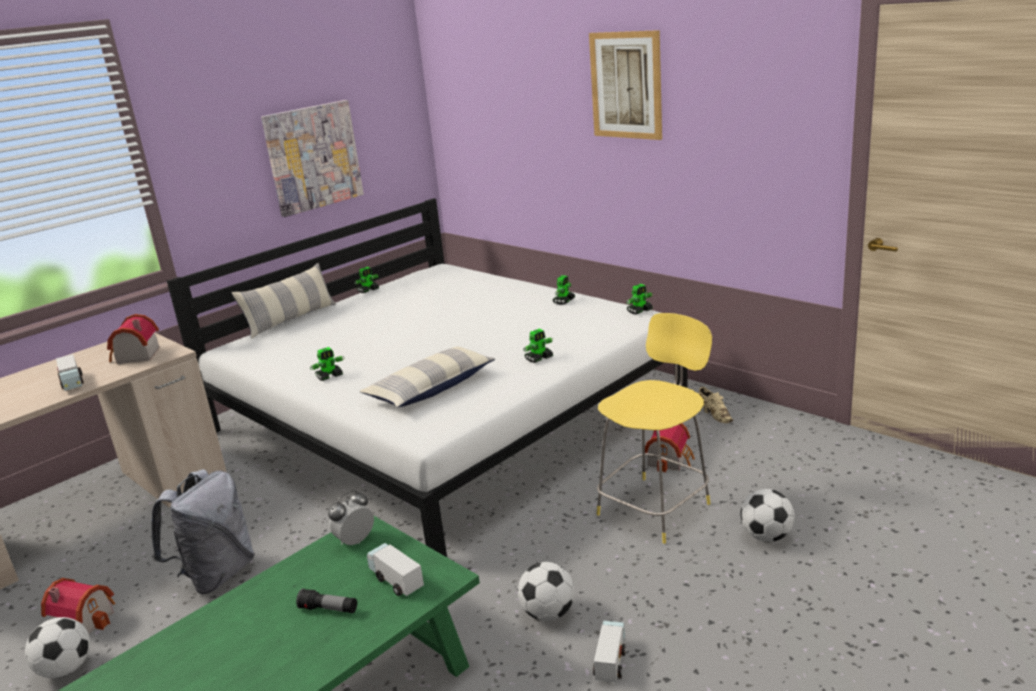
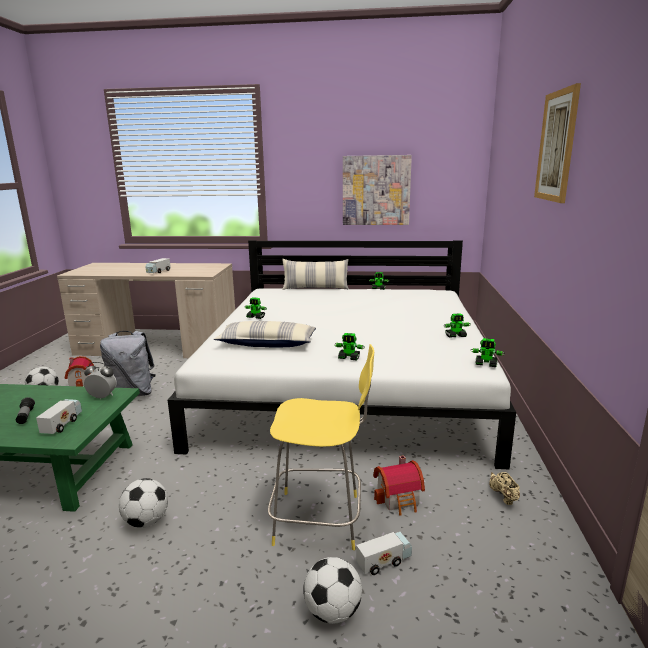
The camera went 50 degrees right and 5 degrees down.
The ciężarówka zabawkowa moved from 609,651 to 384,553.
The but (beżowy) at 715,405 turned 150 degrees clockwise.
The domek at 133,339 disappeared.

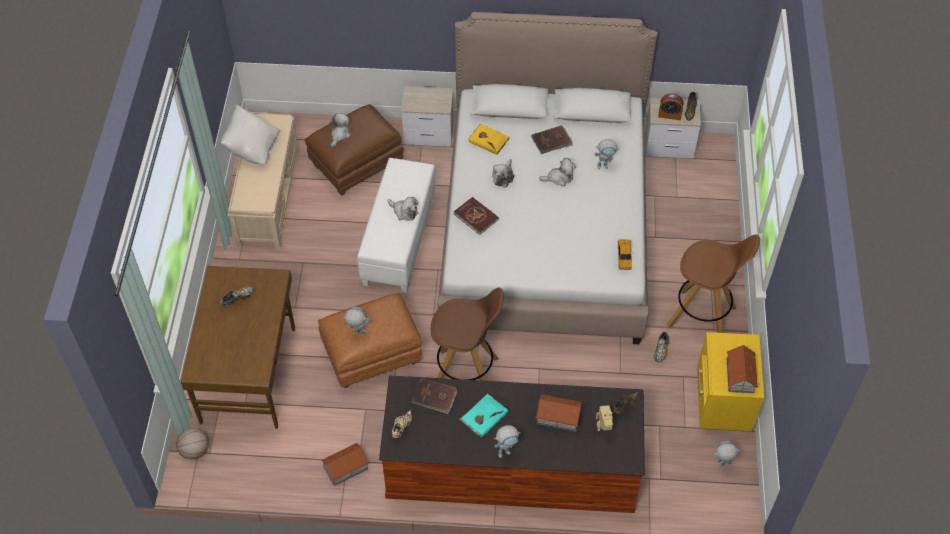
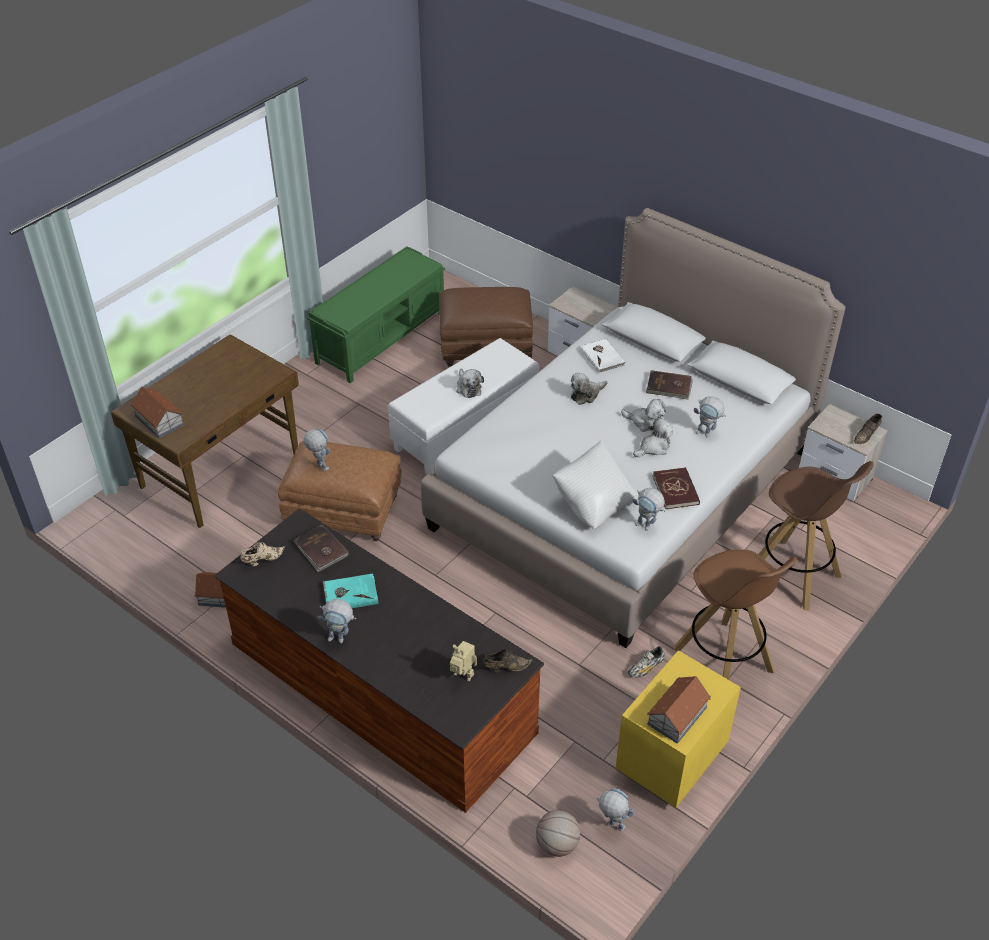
The camera went 35 degrees right and 10 degrees down.
The domek moved from 559,413 to 157,412.
The ławka (beżowy) at 263,180 became the ławka (zielony) at 376,314.
The piłka do koszykówki moved from 192,443 to 558,833.
The poduszka (biały) moved from 250,135 to 595,484.
The książka (żółty) at 489,139 became the książka (biały) at 602,356.
The samochodzik at 624,254 was replaced by the robot zabawkowy at 648,509.
The pluszak moved from 339,130 to 653,437.
The książka (czerwony) moved from 476,216 to 676,488.
The stołek (brązowy) moved from 467,334 to 816,536.
The but at 237,297 disappeared.
The budzik at 671,107 disappeared.

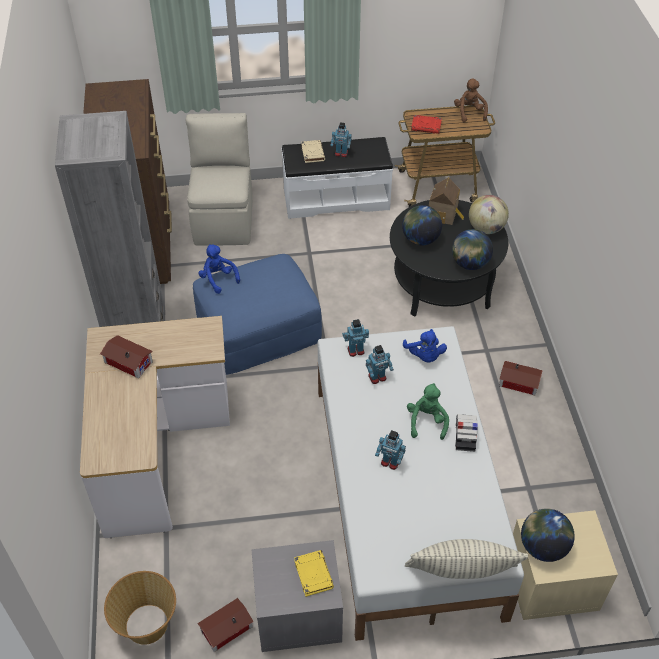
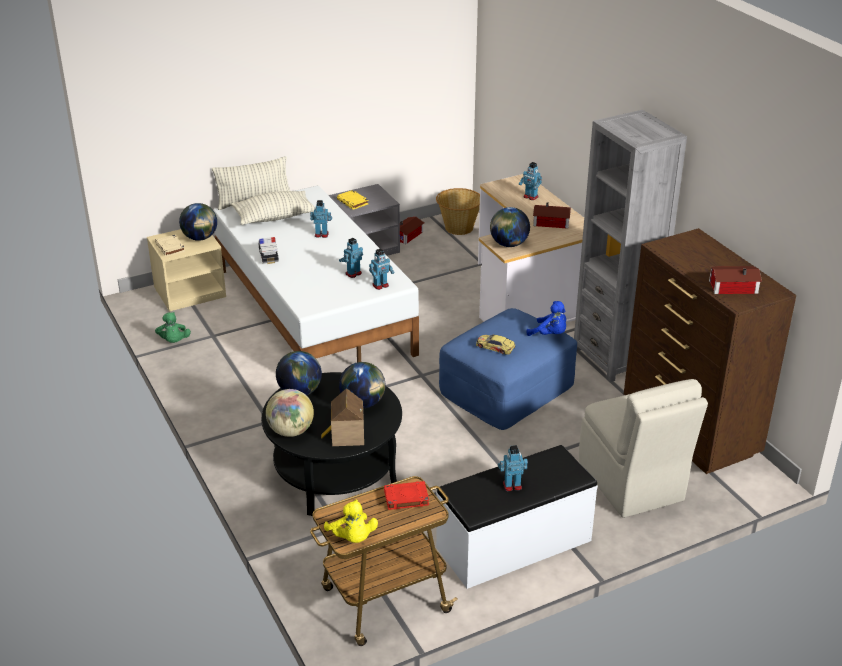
The camera went 160 degrees right and 15 degrees down.
The książka (beżowy) moved from 313,151 to 170,246.
The pluszak (zielony) moved from 428,411 to 173,327.
The poduszka at 273,208 appeared.
The pluszak (brązowy) at 471,100 became the pluszak (żółty) at 351,521.
The samochodzik at 495,344 appeared.
The globus at 510,227 appeared.
The robot zabawkowy at 530,181 appeared.
The domek moved from 521,378 to 735,280.
The pluszak (niebieski) at 425,345 disappeared.

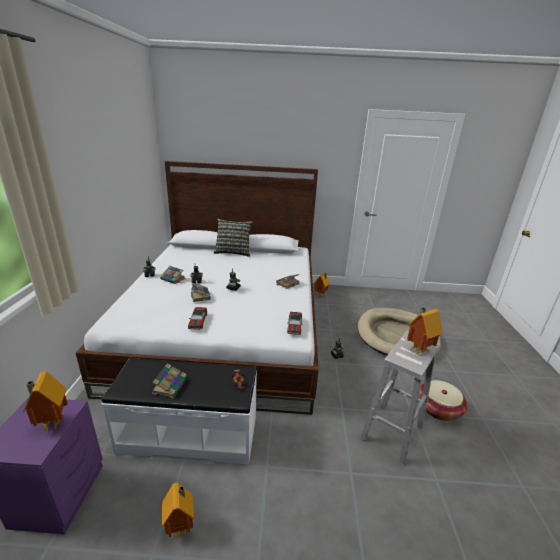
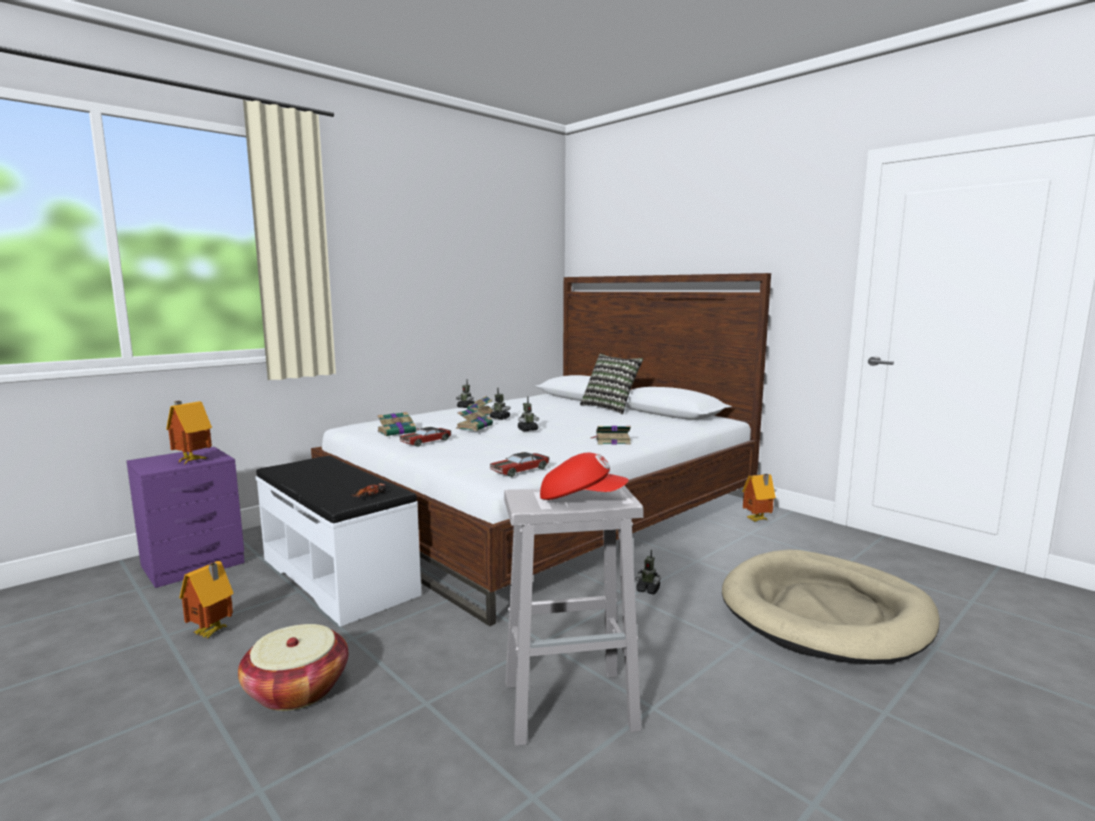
The camera went 45 degrees right and 15 degrees down.
The koszyk moved from 443,400 to 293,667.
The książka moved from 170,380 to 398,424.
The domek at 424,330 was replaced by the czapka z daszkiem (czerwony) at 584,476.

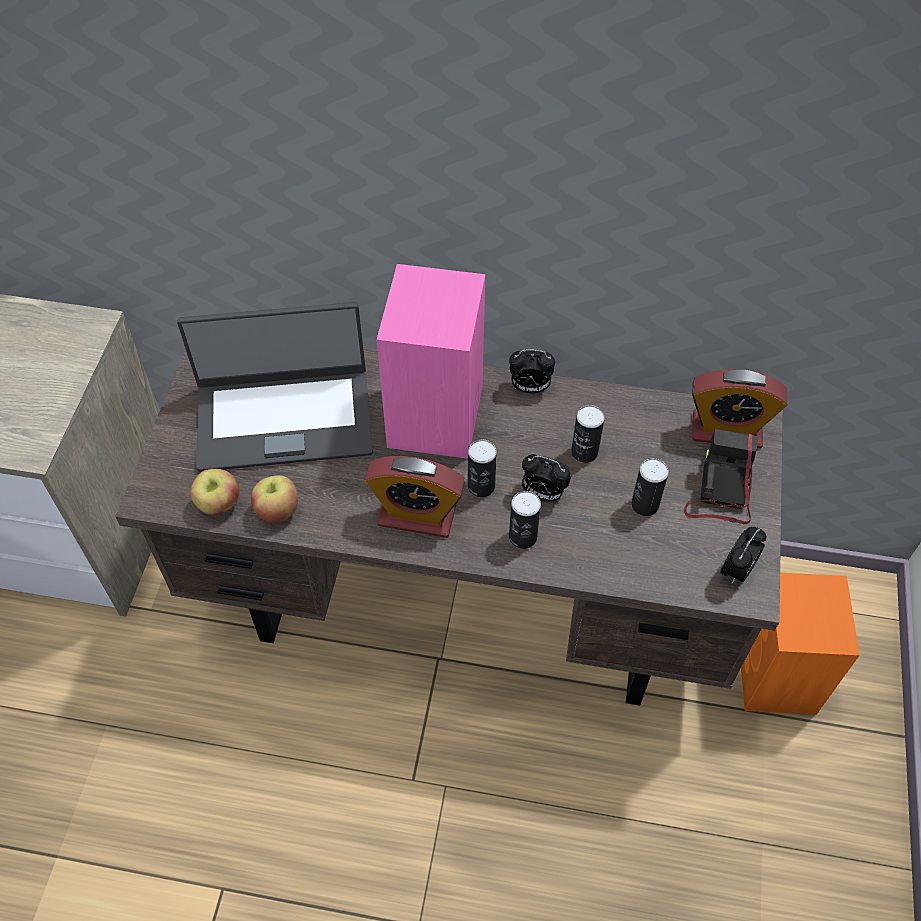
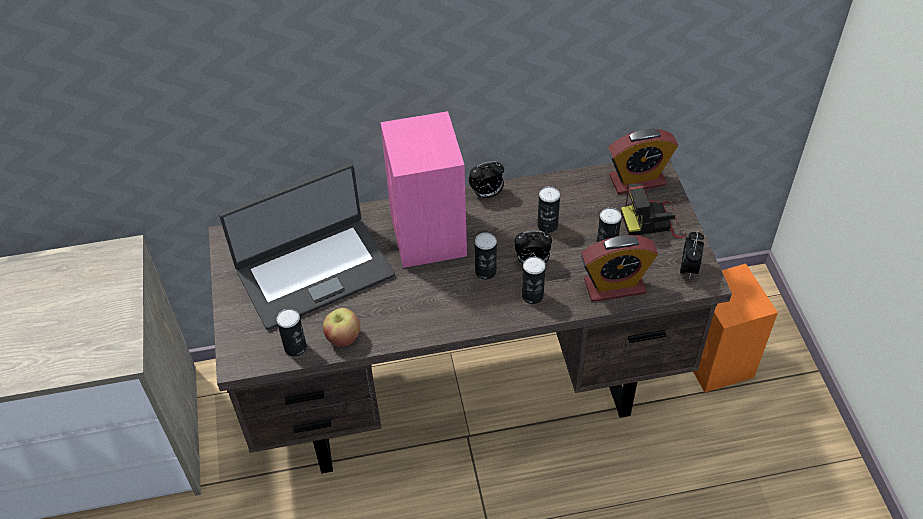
The camera went 20 degrees left and 5 degrees down.
The jabłko at 215,492 was replaced by the puszka at 291,333.
The budzik moved from 415,497 to 619,268.
The aparat fotograficzny at 721,476 turned 90 degrees counterclockwise.

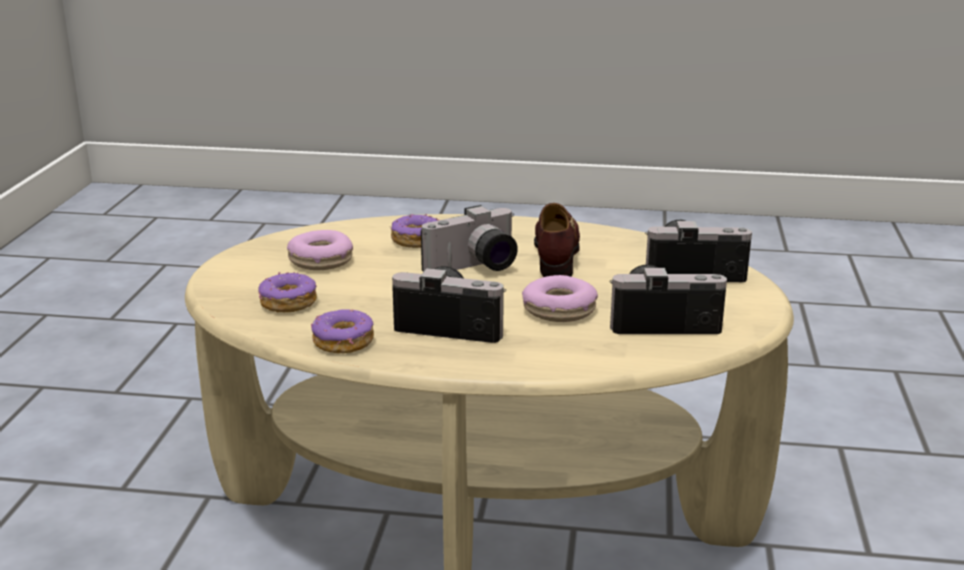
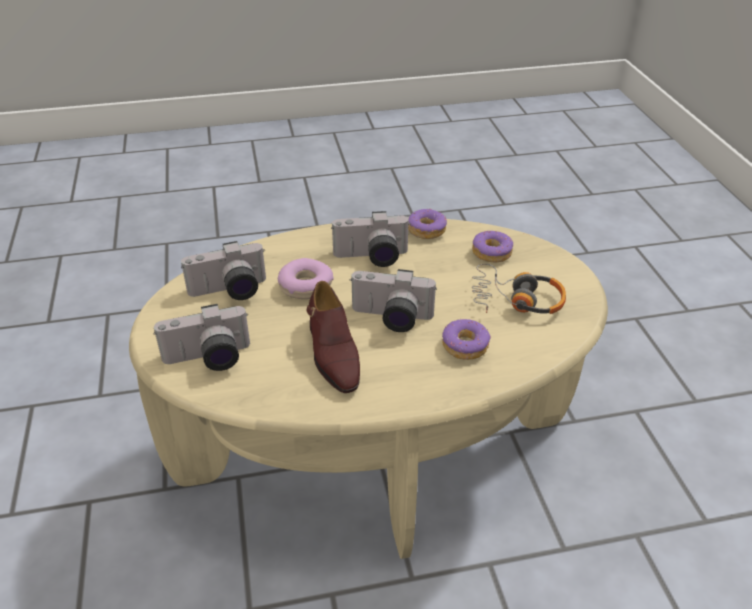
The camera went 160 degrees right and 15 degrees up.
The aparat fotograficzny at 469,238 turned 120 degrees counterclockwise.
The donut at 320,250 was replaced by the słuchawki at 519,289.

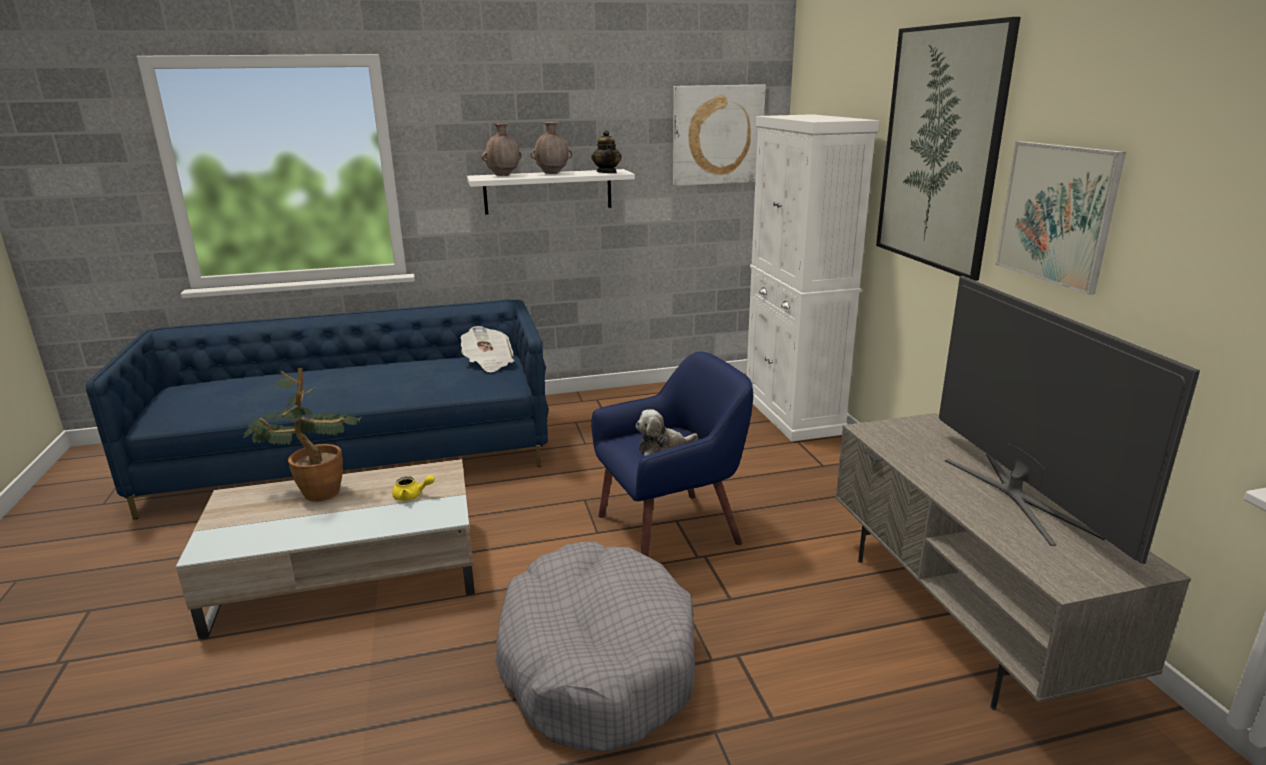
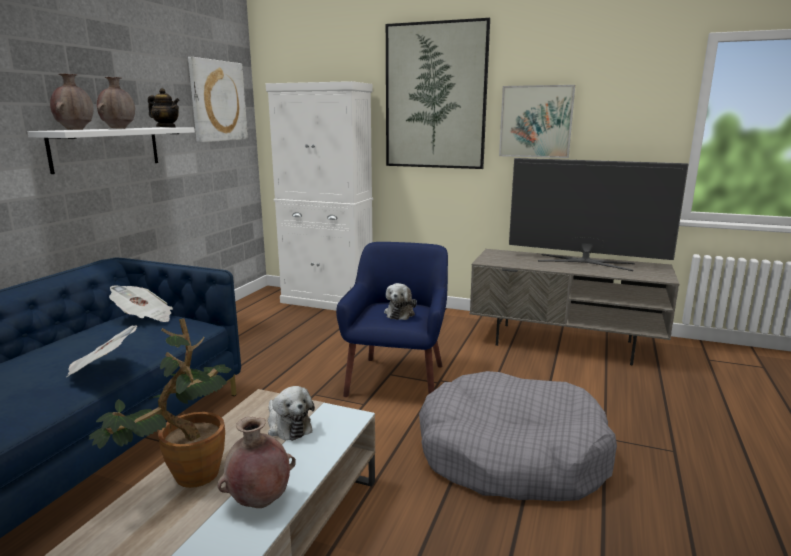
The camera went 55 degrees left and 5 degrees down.
The gazeta at 102,351 appeared.
The wazon (brązowy) at 256,462 appeared.
The imbryk (żółty) at 413,488 was replaced by the pluszak at 291,413.

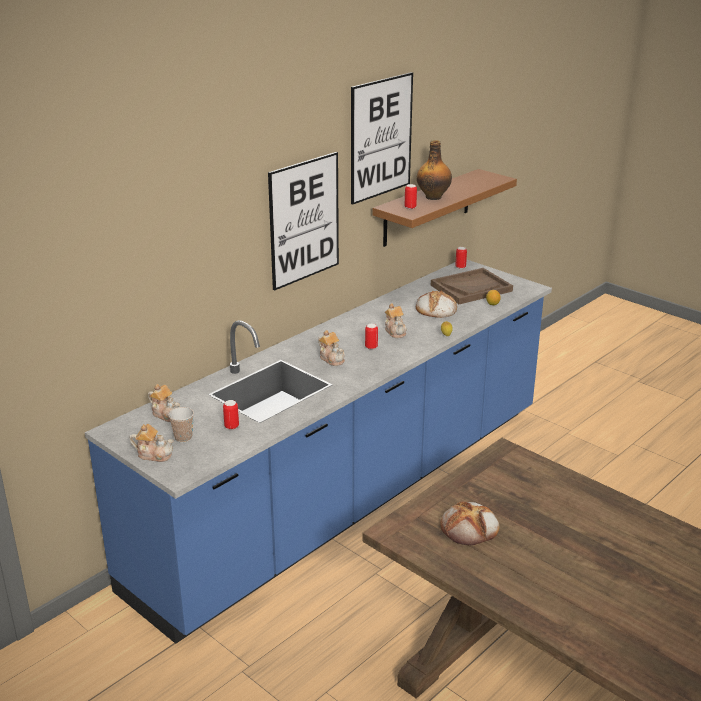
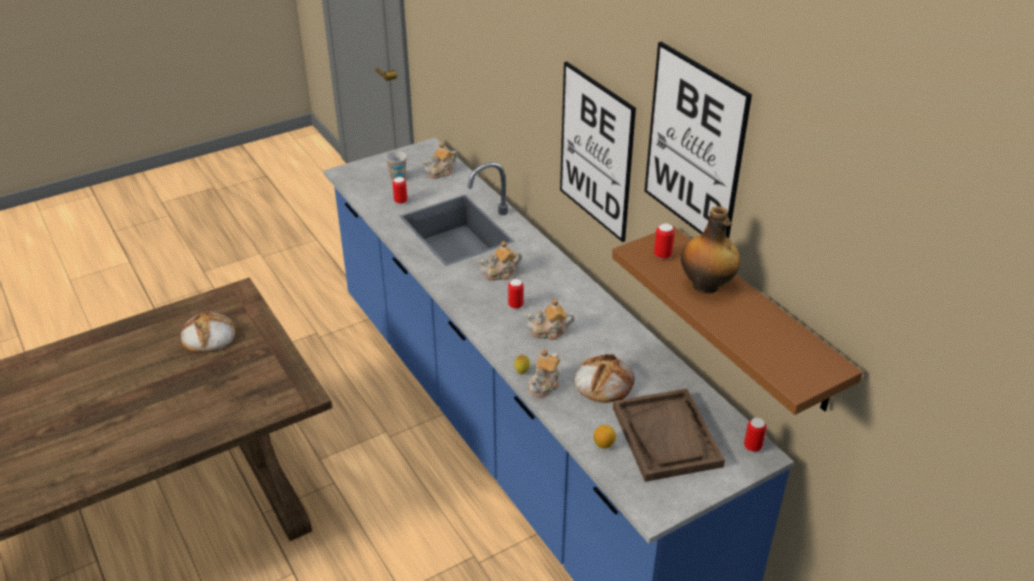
The camera went 105 degrees right and 10 degrees up.
The imbryk moved from 151,443 to 544,373.

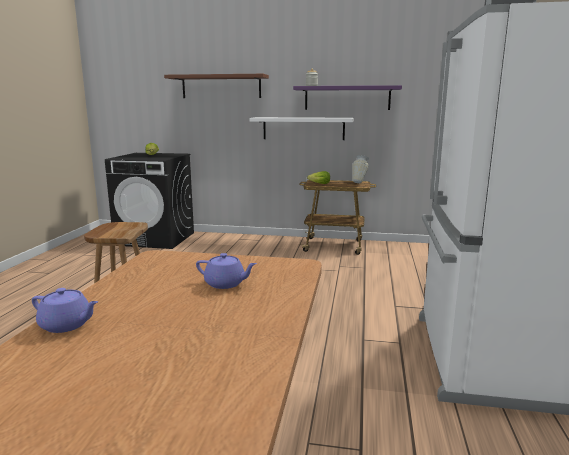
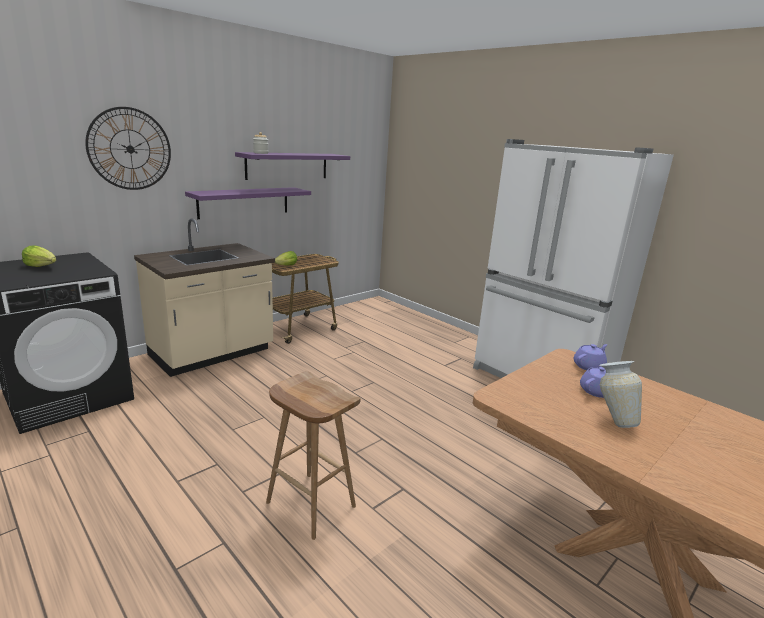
The camera went 55 degrees left and 5 degrees up.
The półka (brązowy) at 216,86 was replaced by the zegar ścienny at 128,148.
The zabudowa kuchenna (beżowy) at 204,298 appeared.
The półka (biały) at 302,128 became the półka (fioletowy) at 248,203.
The imbryk (fioletowy) moved from 65,310 to 590,357.
The wazon moved from 361,169 to 620,394.

